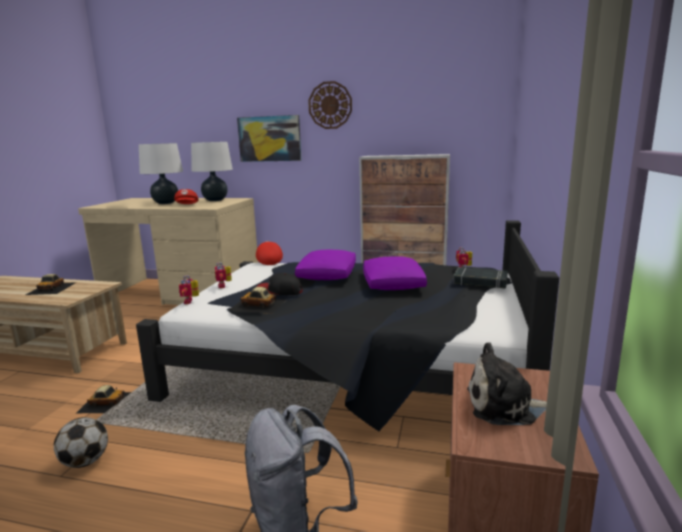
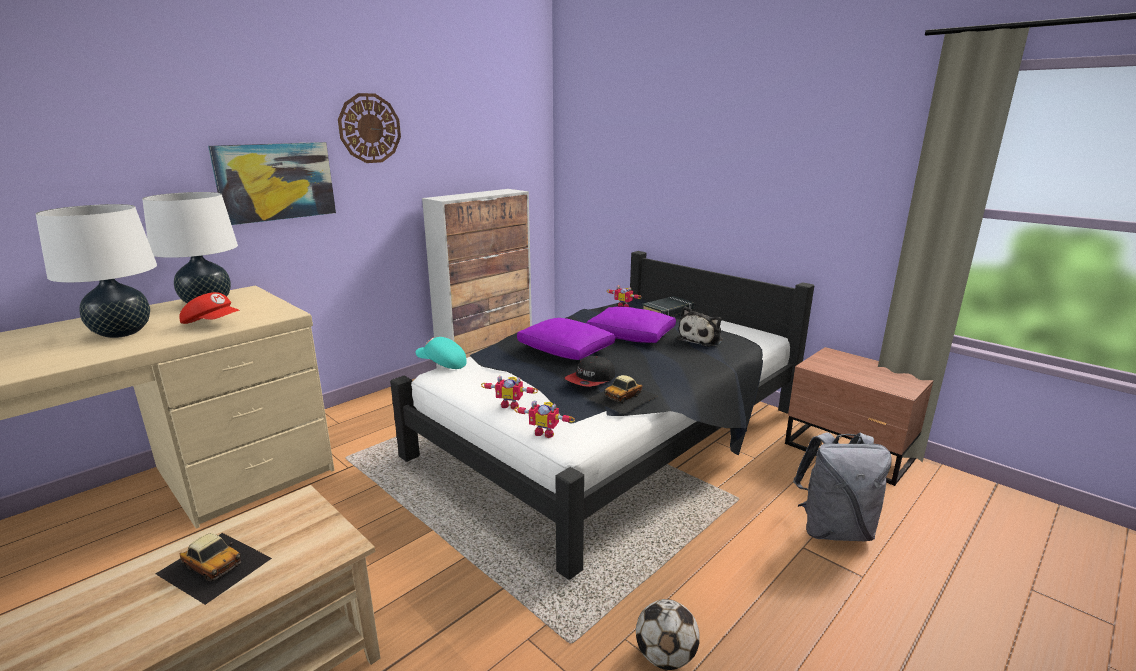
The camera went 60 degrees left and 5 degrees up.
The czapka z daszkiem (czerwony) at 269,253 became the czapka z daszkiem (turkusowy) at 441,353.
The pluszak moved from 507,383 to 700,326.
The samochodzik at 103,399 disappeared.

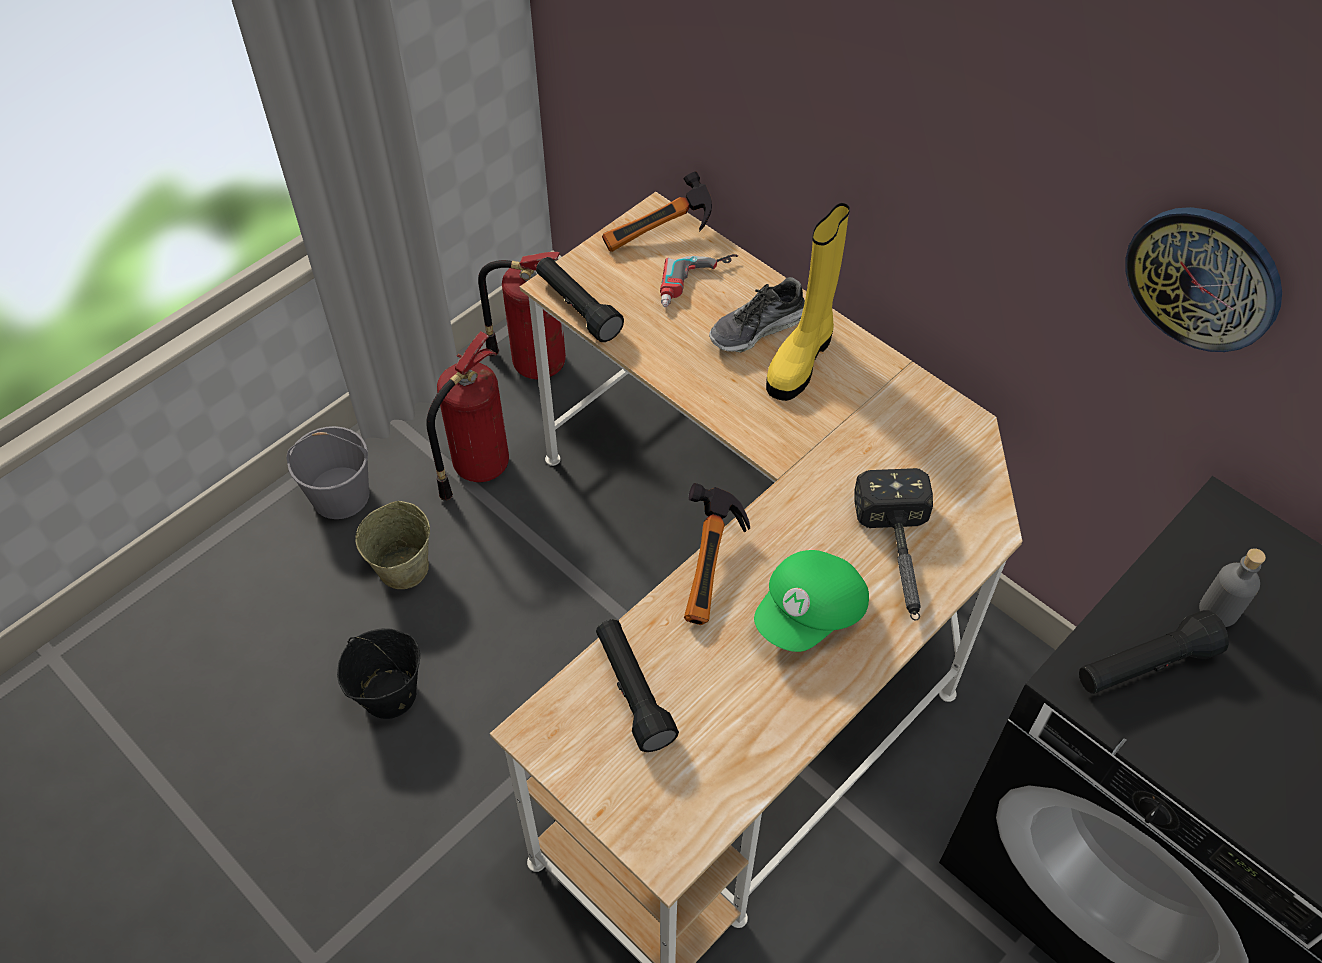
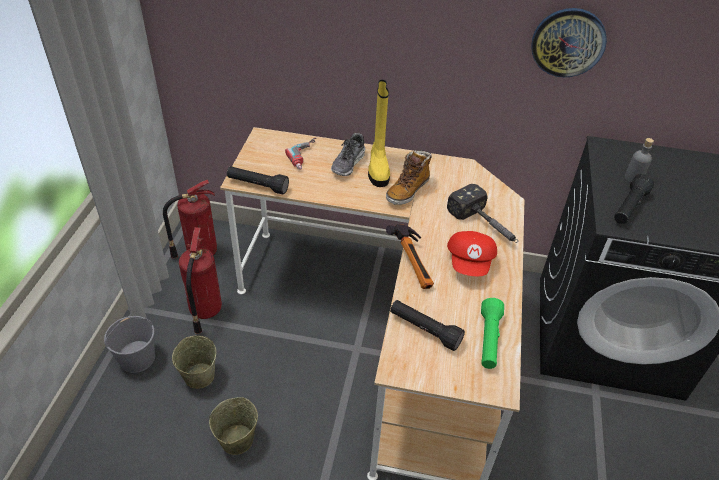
The camera went 35 degrees left and 10 degrees down.
The wiadro (czarny) at 378,673 became the wiadro (beżowy) at 233,426.
The but z cholewką at 409,177 appeared.
The czapka z daszkiem (zielony) at 811,601 became the czapka z daszkiem (czerwony) at 472,253.
The latarka (zielony) at 492,333 appeared.
The młotek at 657,211 disappeared.

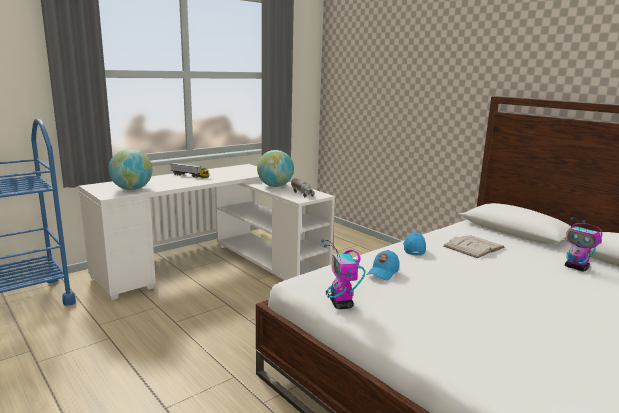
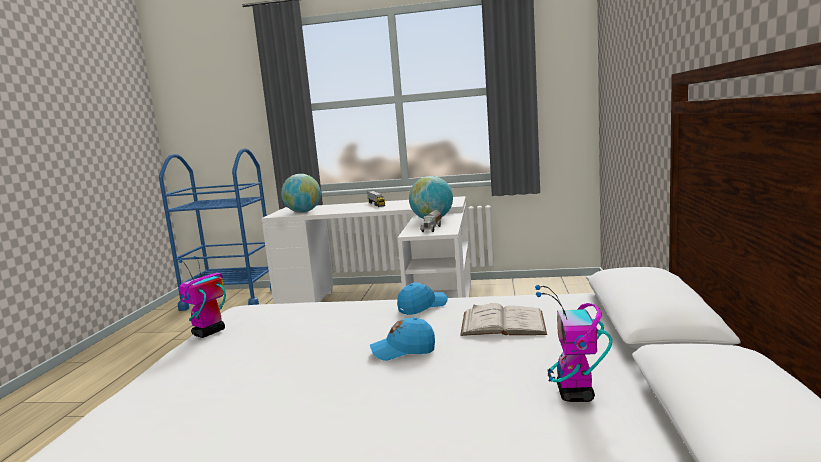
The camera went 50 degrees right and 5 degrees down.
The czapka z daszkiem (niebieski) moved from 383,265 to 402,339.

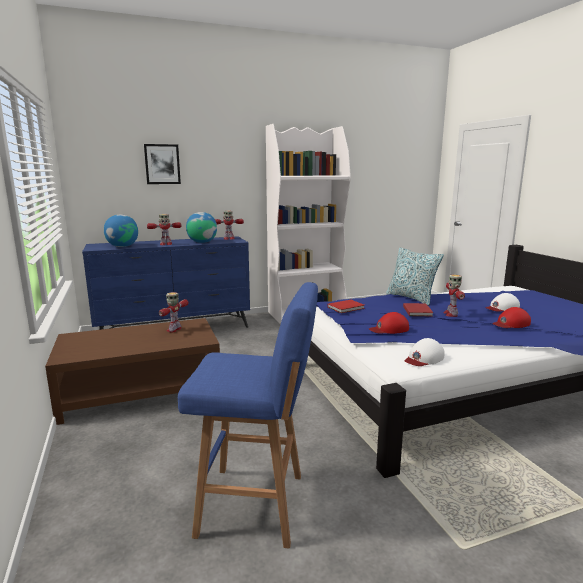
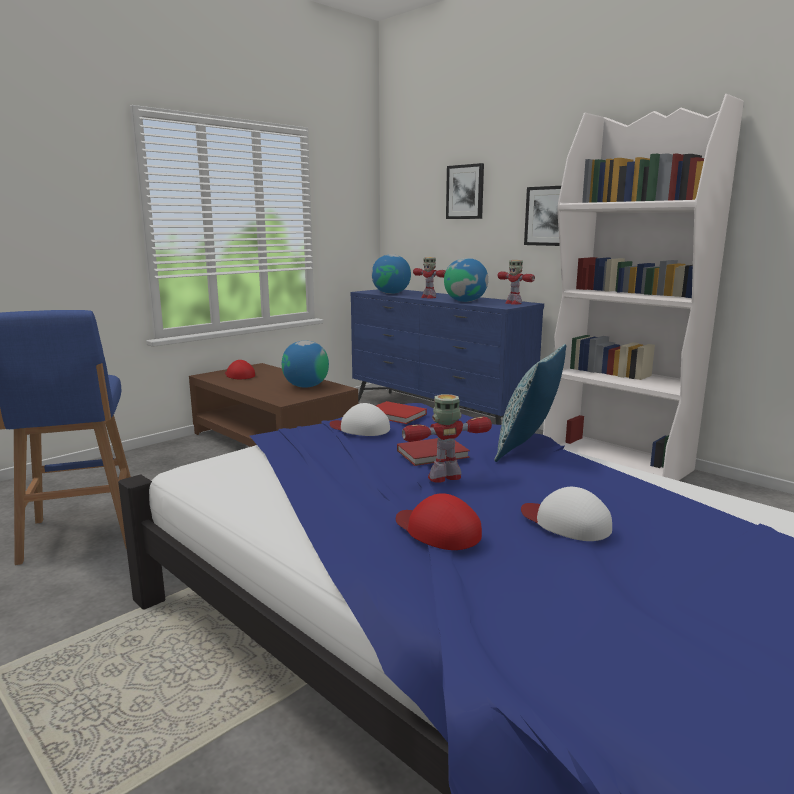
The camera went 65 degrees right and 0 degrees up.
The czapka z daszkiem (czerwony) moved from 389,323 to 240,369.
The robot zabawkowy at 174,312 was replaced by the globus at 305,364.
The czapka z daszkiem (biały) moved from 425,352 to 360,419.
The obraz at 542,216 appeared.

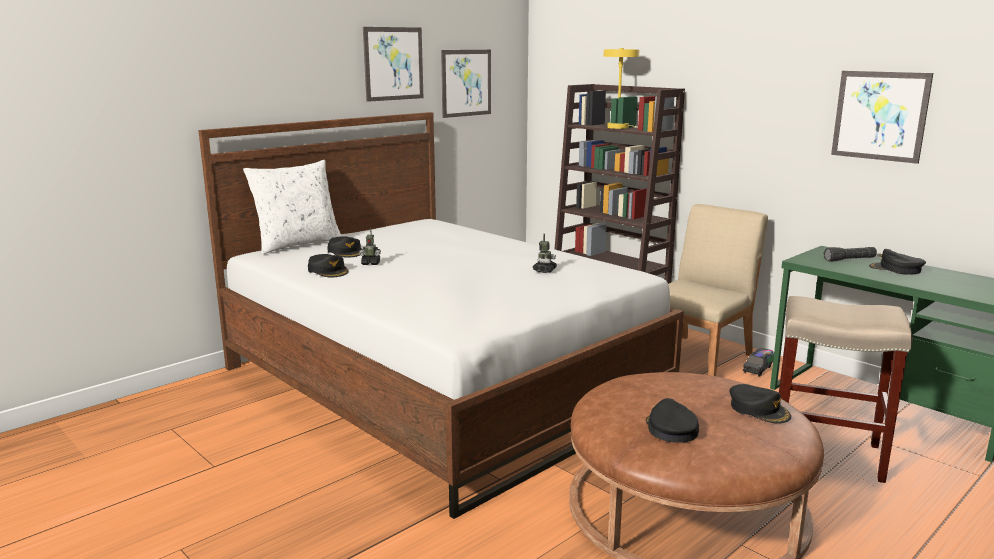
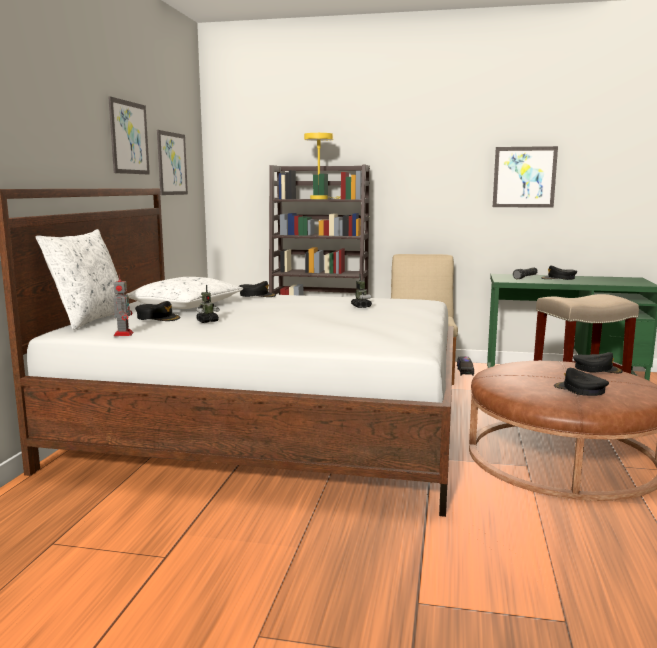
The camera went 35 degrees left and 5 degrees down.
The robot zabawkowy at 123,305 appeared.
The poduszka (biały) at 185,293 appeared.
The czapka z daszkiem (czarny) moved from 328,265 to 257,289.

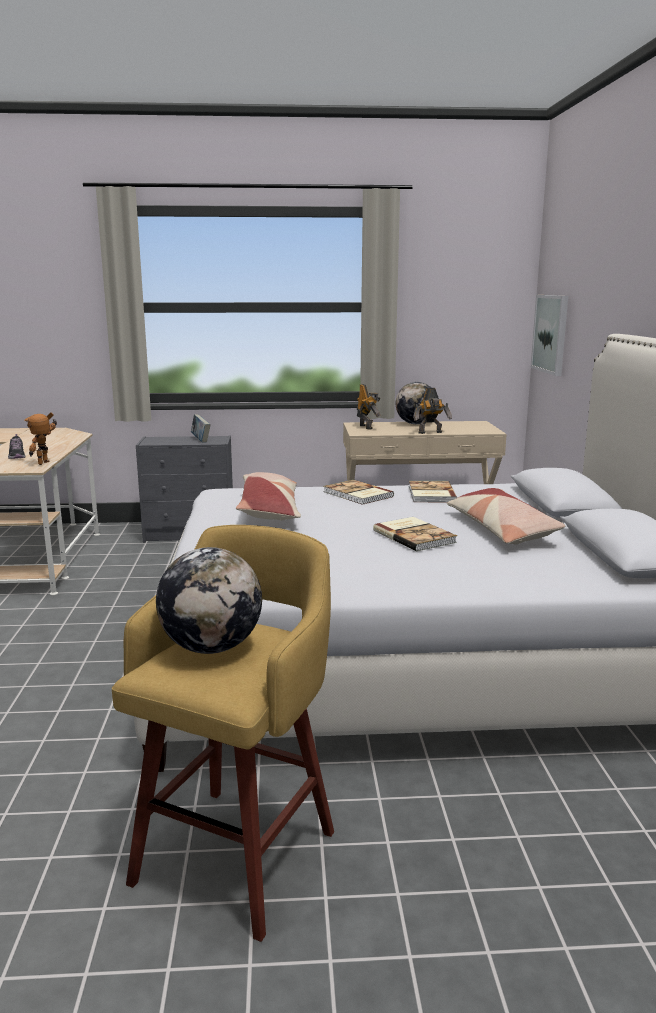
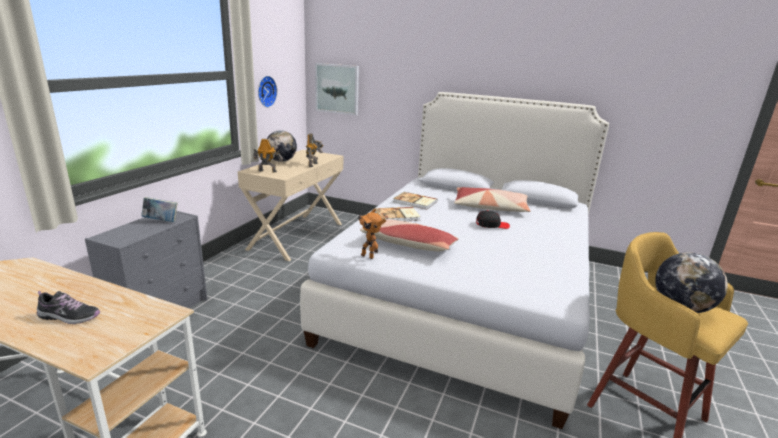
The camera went 65 degrees left and 5 degrees up.
The zegar ścienny at 267,91 appeared.
The robot zabawkowy moved from 40,438 to 372,233.
The książka at 415,534 was replaced by the czapka z daszkiem (czarny) at 493,219.

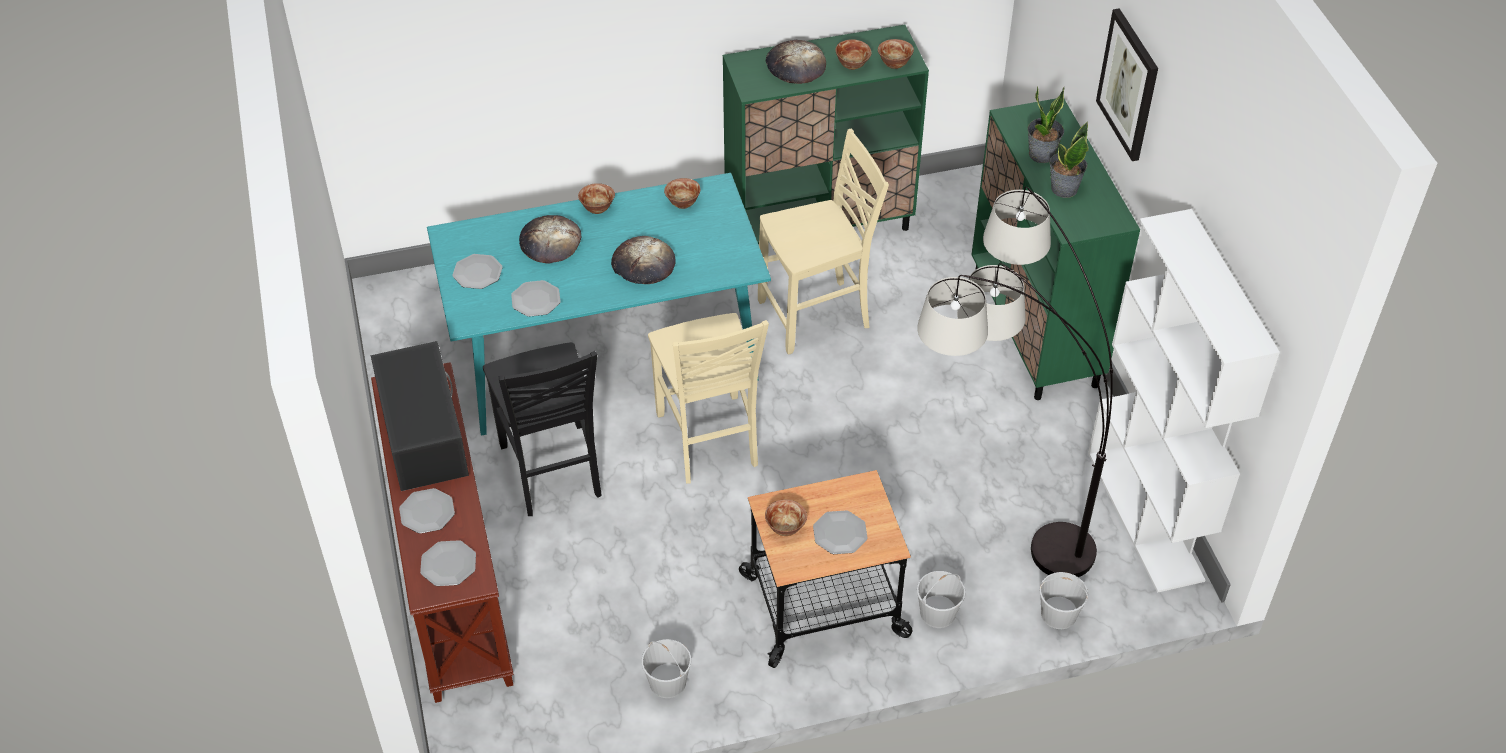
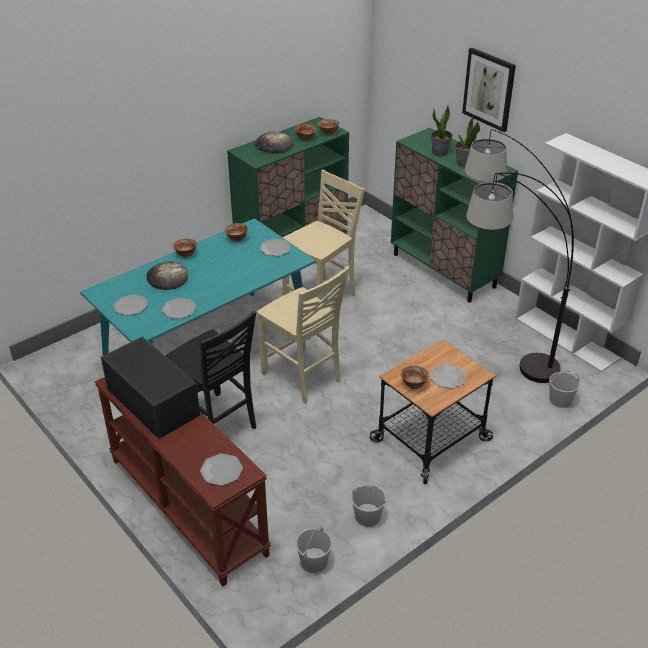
The camera went 25 degrees left and 10 degrees down.
The talerz moved from 427,511 to 275,247.
The wiadro (biały) moved from 941,599 to 314,550.
The chleb at 643,260 disappeared.

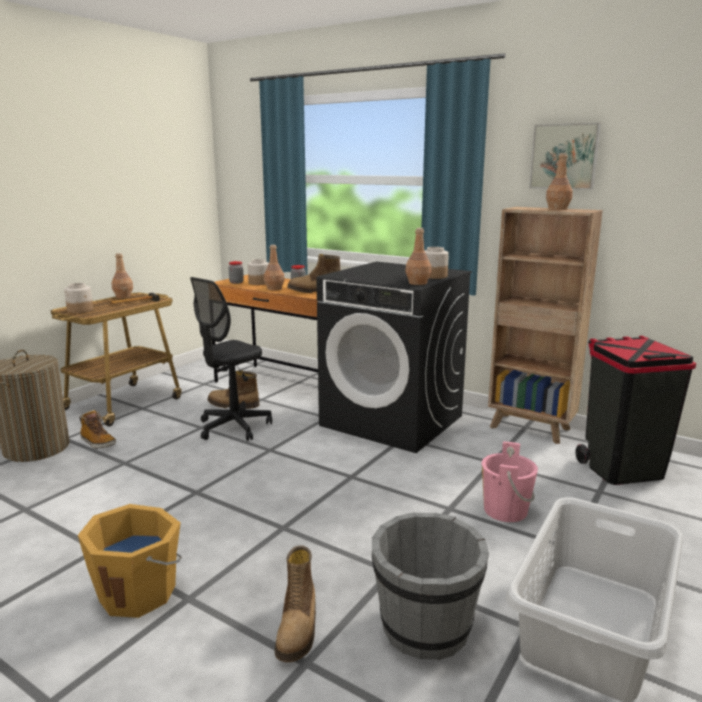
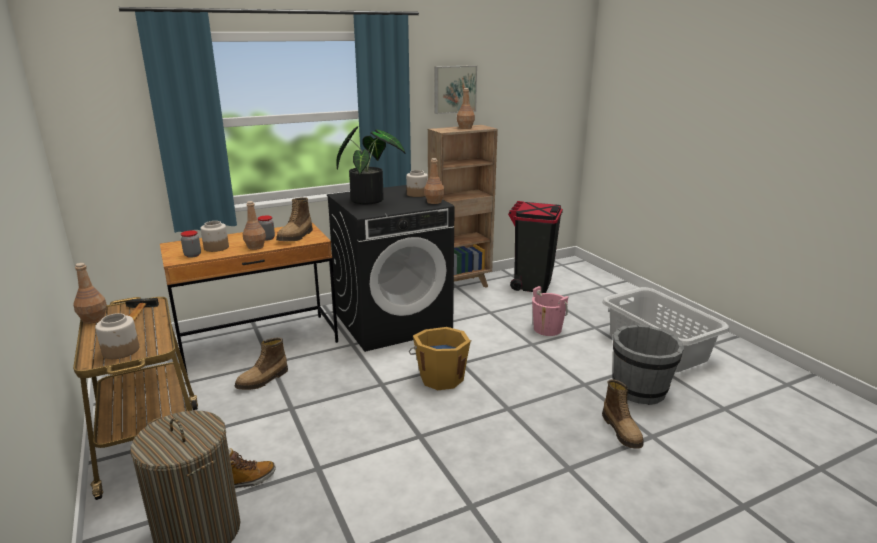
The camera went 60 degrees left and 5 degrees up.
The roślina doniczkowa at 371,165 appeared.
The wiadro (pomarańczowy) moved from 130,561 to 440,358.
The but z cholewką at 295,603 turned 45 degrees clockwise.
The krzesło biurowe (czarny) at 231,359 disappeared.

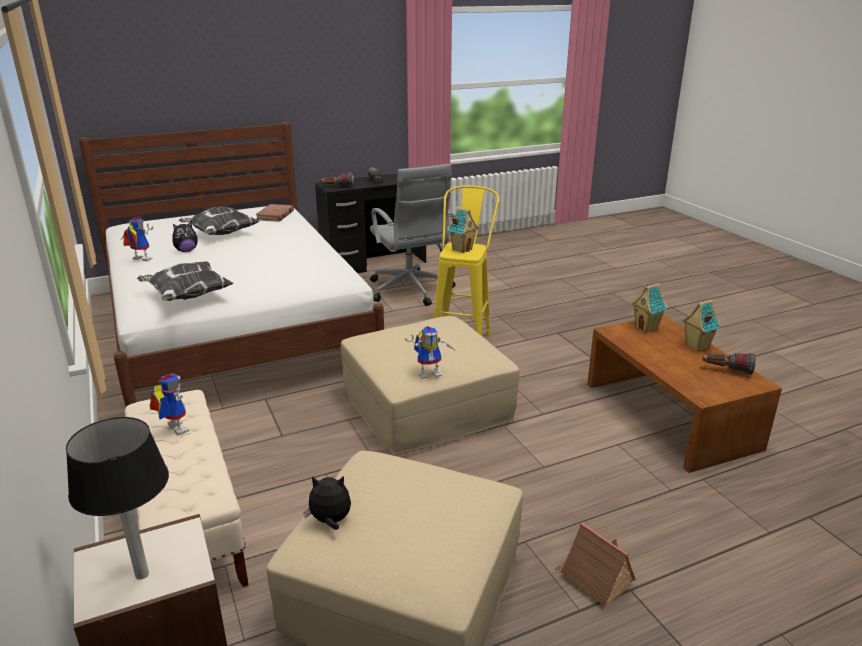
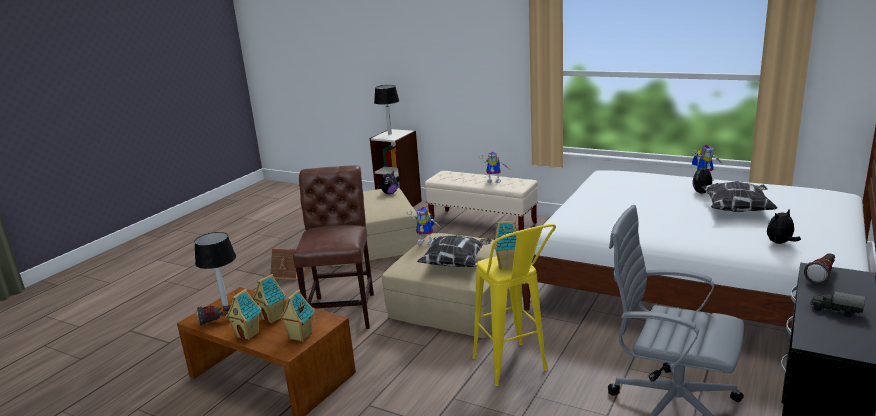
The camera went 145 degrees right and 5 degrees down.
The lampa stołowa at 215,269 appeared.
The domek at 269,299 appeared.
The krzesło (brązowy) at 333,247 appeared.
The robot zabawkowy at 430,352 turned 105 degrees counterclockwise.
The poduszka moved from 185,281 to 454,251.
The książka (brązowy) at 274,213 was replaced by the pluszak at 784,226.

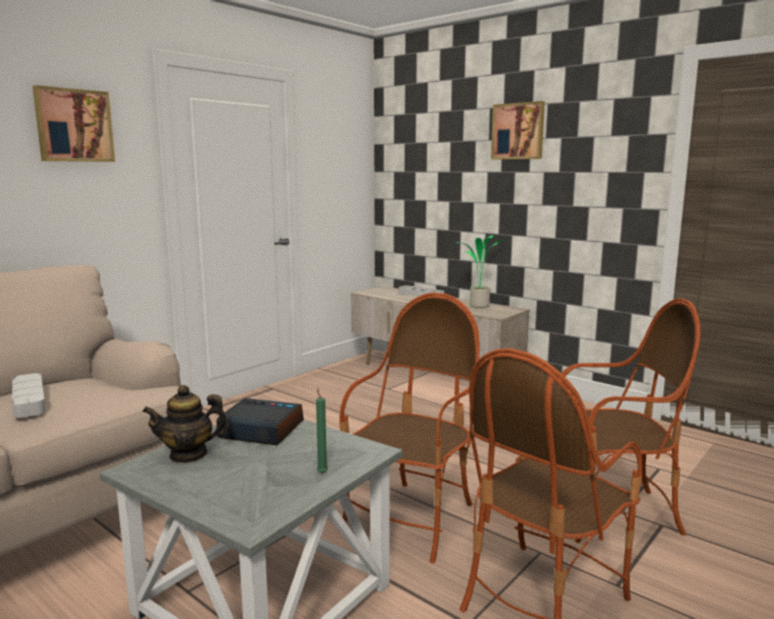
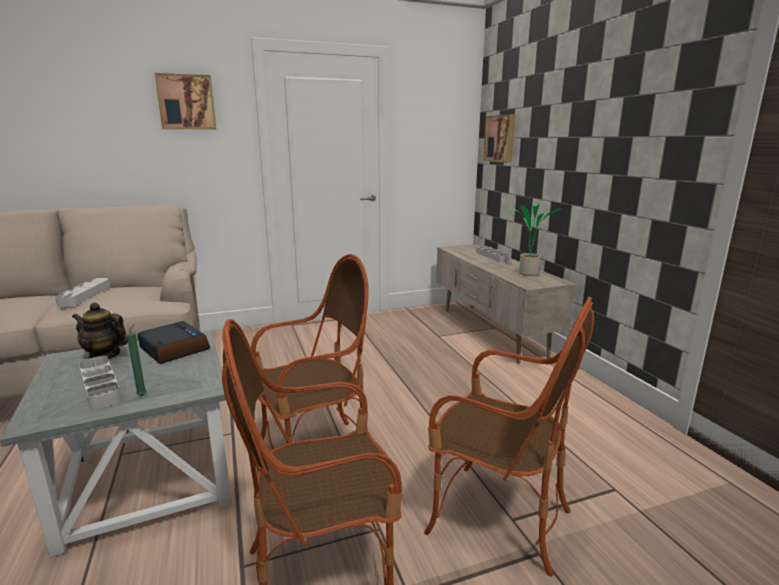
The camera went 30 degrees right and 5 degrees up.
The taca (szary) at 100,382 appeared.
The obraz moved from 518,130 to 499,138.

